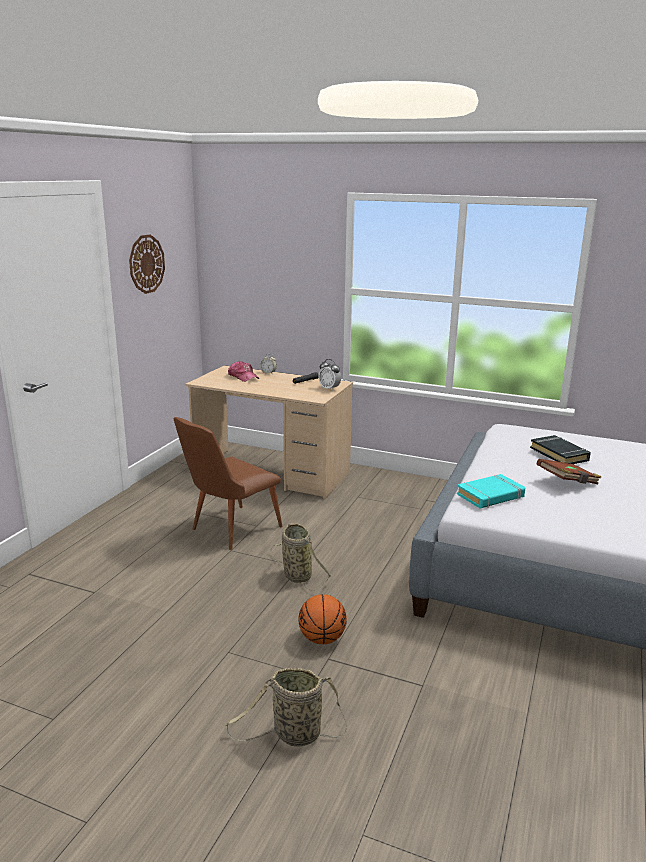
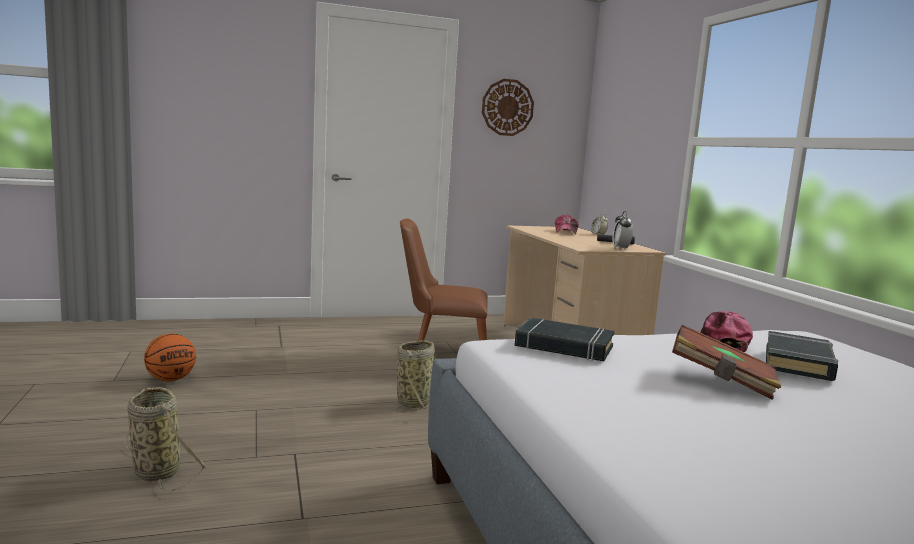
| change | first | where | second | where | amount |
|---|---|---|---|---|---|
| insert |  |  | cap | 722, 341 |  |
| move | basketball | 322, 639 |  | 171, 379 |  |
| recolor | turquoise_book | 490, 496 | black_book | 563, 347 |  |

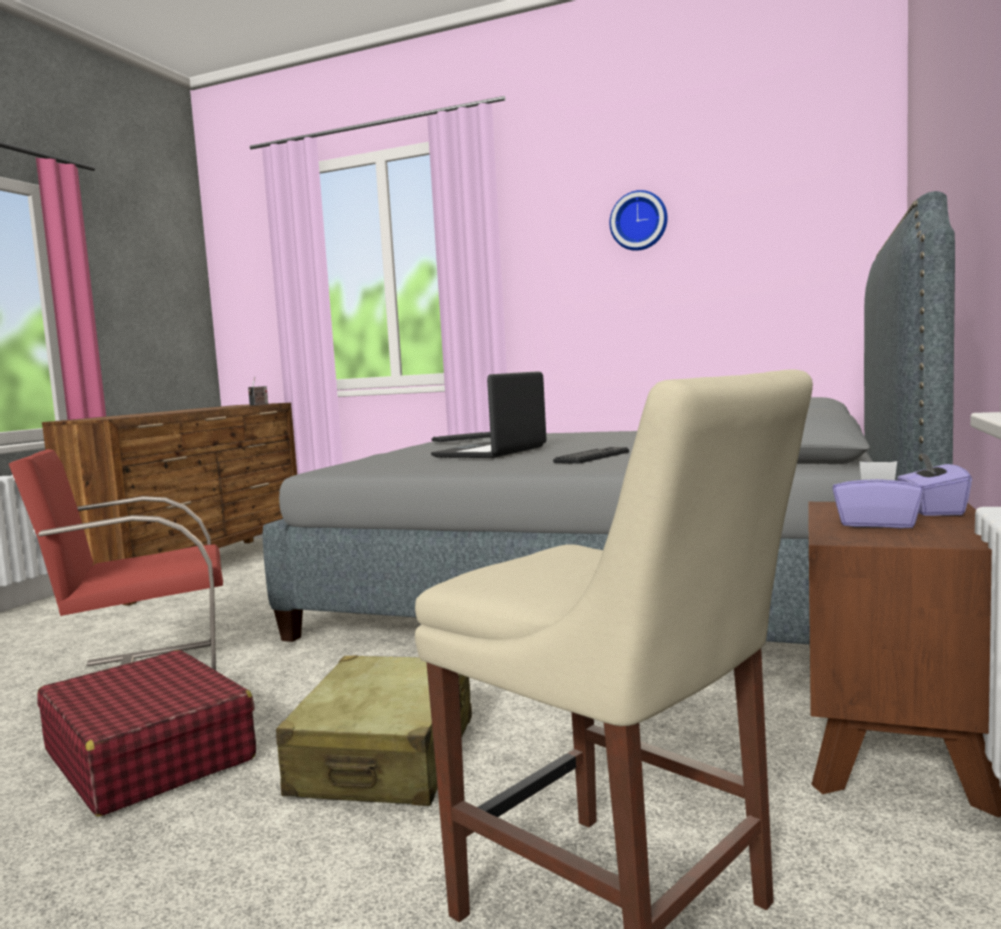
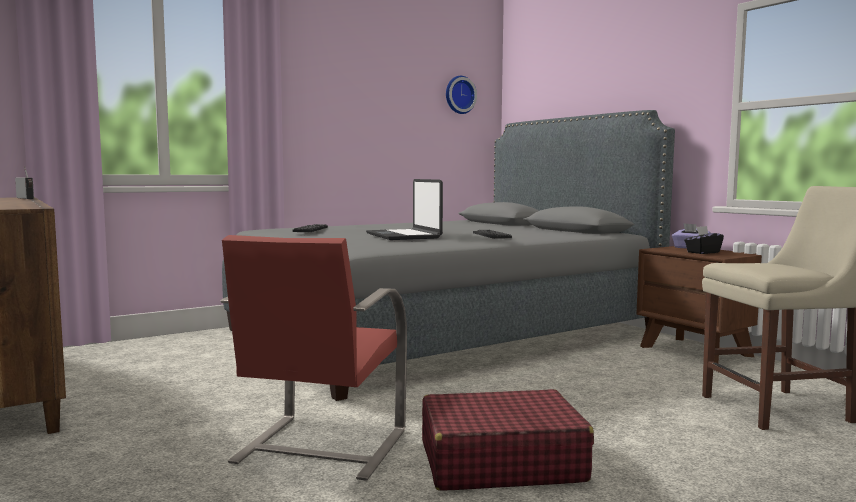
| change | first | where | second | where | amount |
|---|---|---|---|---|---|
| delete | beige_suitcase | 386, 757 |  |  |  |
| move | wall_clock | 639, 221 |  | 459, 95 |  |
| recolor | purple_tissue_box | 877, 524 | black_tissue_box | 702, 252 |  |

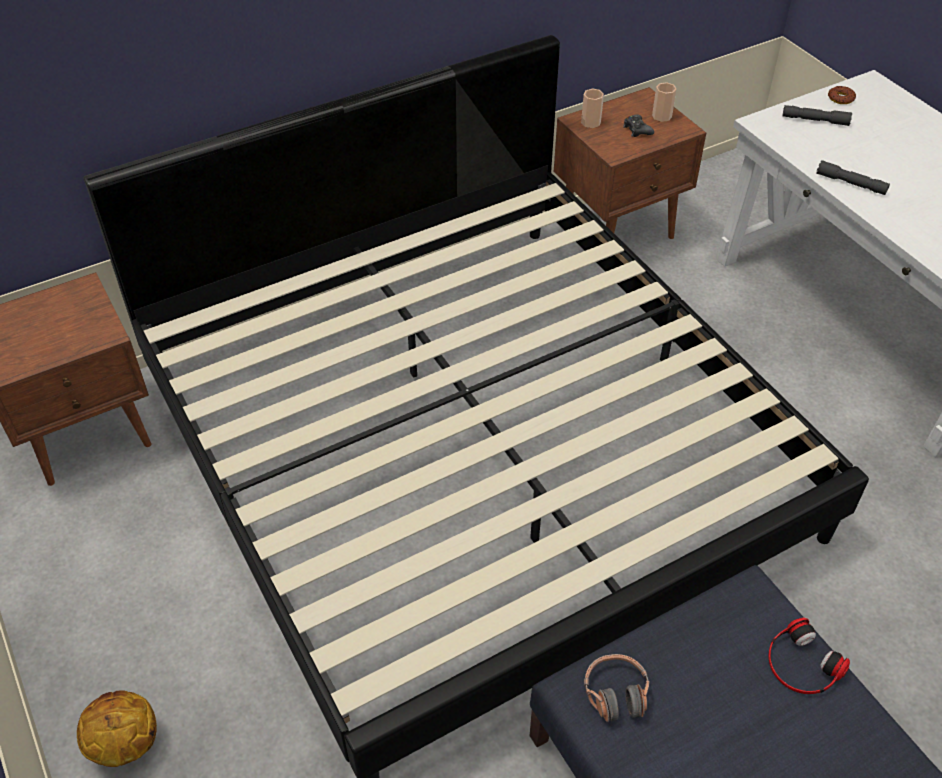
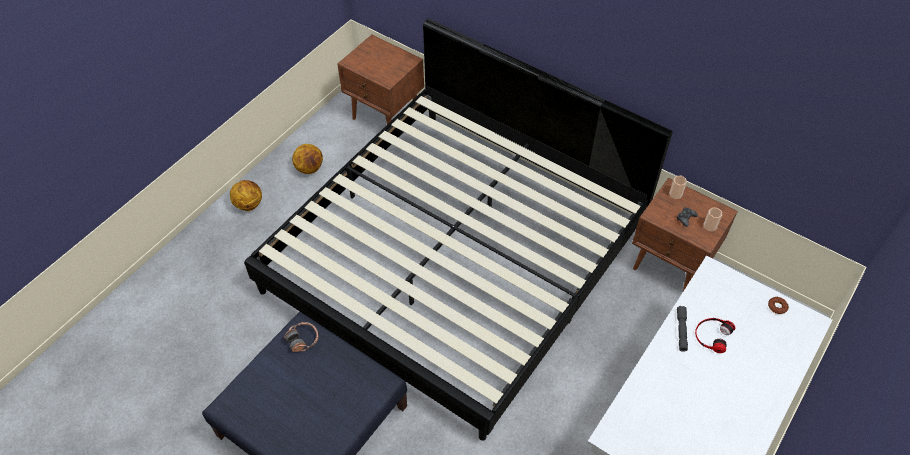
| change | first | where | second | where | amount |
|---|---|---|---|---|---|
| delete | grey_flashlight | 815, 120 |  |  |  |
| insert |  |  | basketball | 310, 168 |  |
| move | headphones | 801, 664 |  | 712, 335 |  |

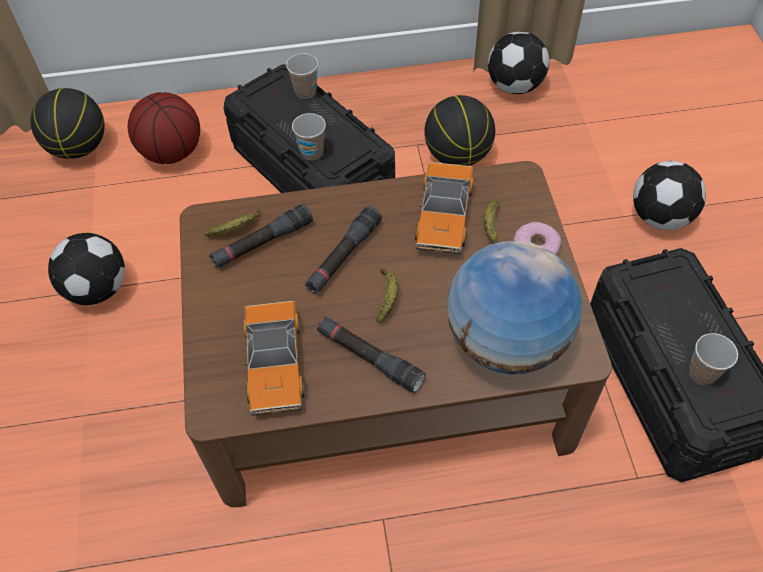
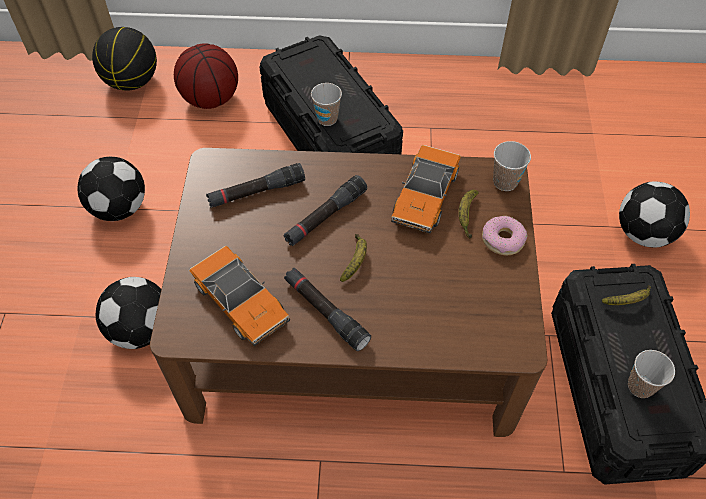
| change | first | where | second | where | amount |
|---|---|---|---|---|---|
| delete | basketball | 458, 155 |  |  |  |
| delete | globe | 505, 341 |  |  |  |
| move | banana | 236, 229 |  | 628, 300 |  |
| move | cup | 305, 91 |  | 505, 182 |  |
| move | football | 515, 85 |  | 142, 329 |  |
| rotate | toy_car | 275, 364 |  | 241, 302 | 45 degrees counterclockwise |

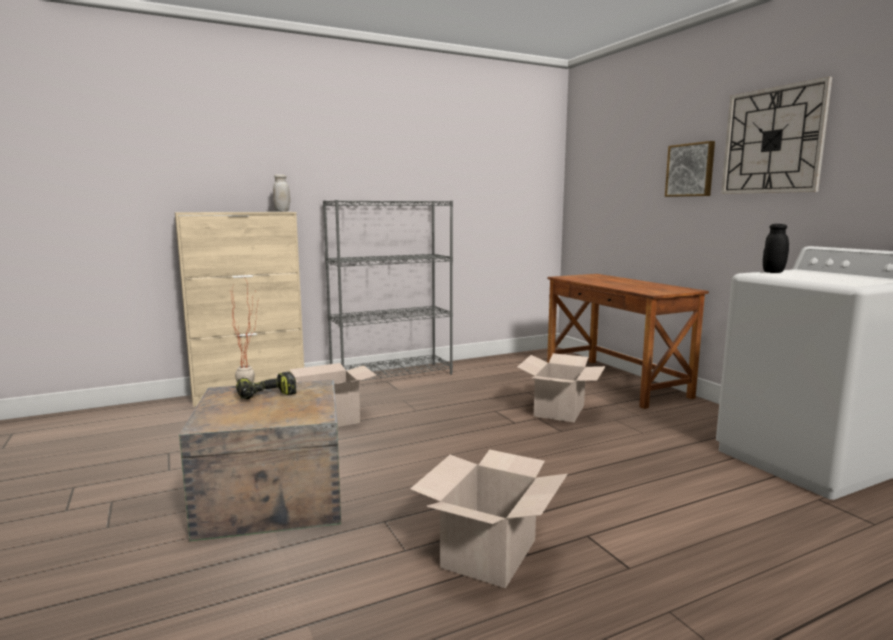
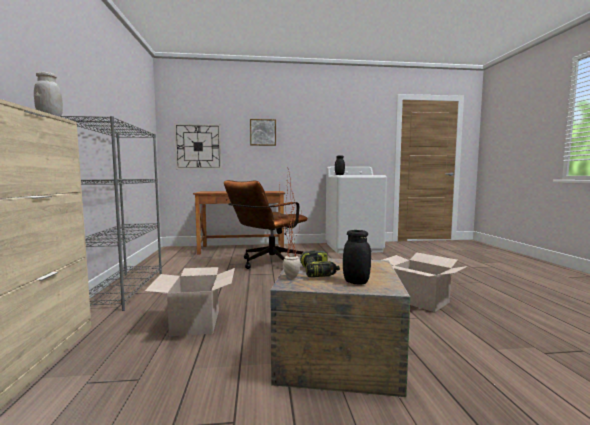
| change | first | where | second | where | amount |
|---|---|---|---|---|---|
| insert |  |  | black_jar | 356, 282 |  |
| move | wall_clock | 773, 141 |  | 198, 146 |  |
| replace | cardboard_box | 559, 410 | brown_office_chair | 267, 263 |  |

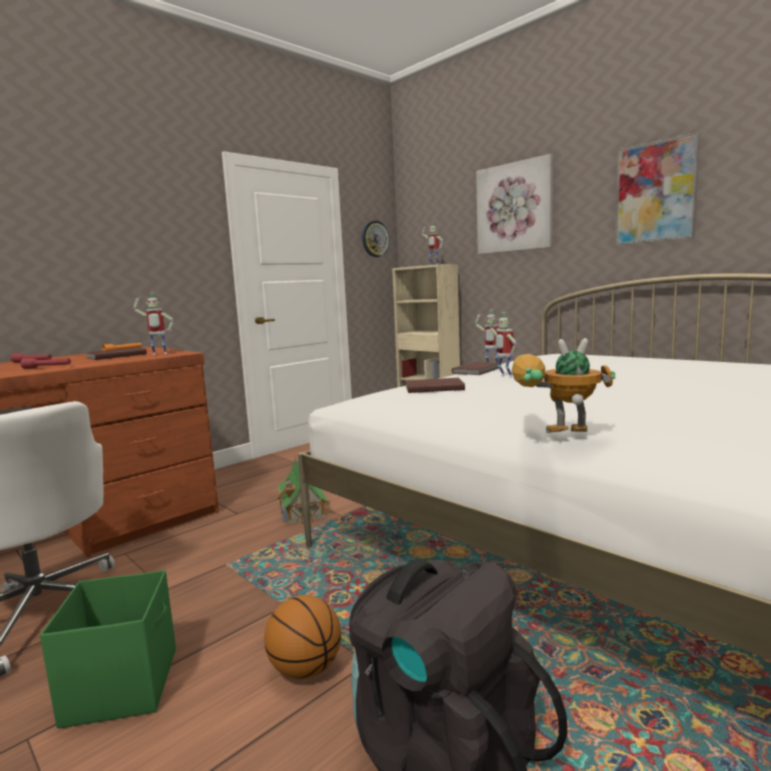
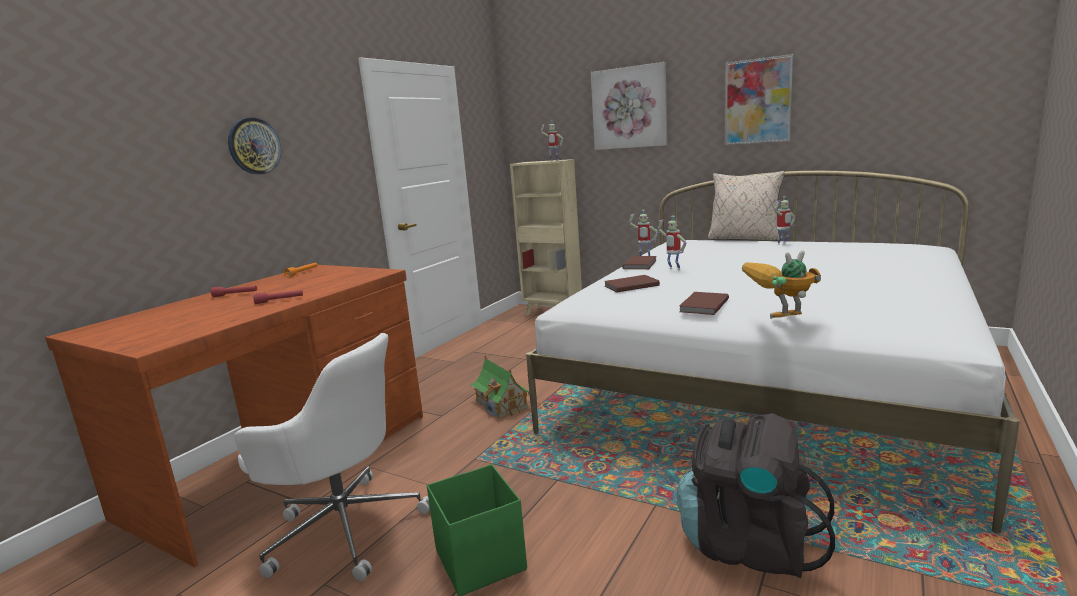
| change | first | where | second | where | amount |
|---|---|---|---|---|---|
| delete | basketball | 305, 669 |  |  |  |
| insert |  |  | beige_pillow | 744, 239 |  |
| move | brown_book | 115, 356 |  | 702, 305 |  |
| move | toy_robot | 159, 354 |  | 782, 244 |  |
| move | wall_clock | 375, 239 |  | 254, 146 |  |

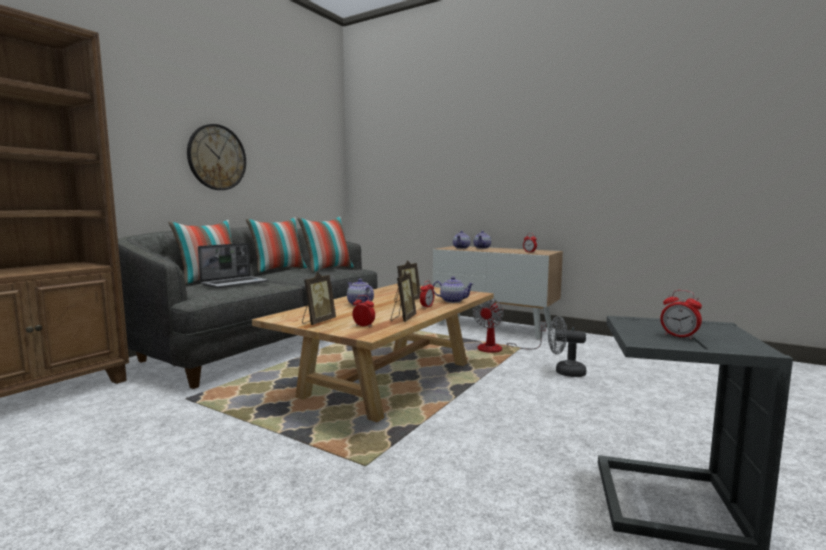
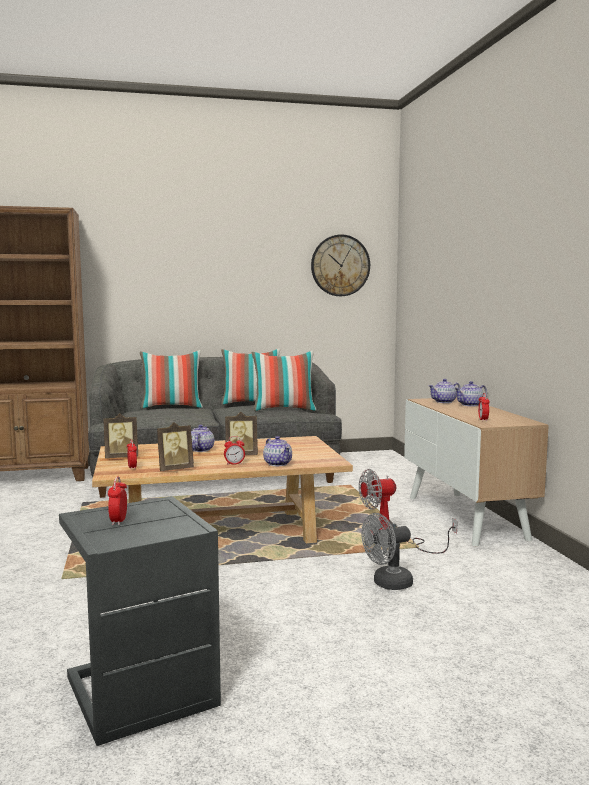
| change | first | where | second | where | amount |
|---|---|---|---|---|---|
| delete | laptop | 235, 283 |  |  |  |
| move | wall_clock | 217, 157 |  | 340, 265 |  |
| rotate | grey_fan | 565, 372 |  | 387, 584 | 90 degrees counterclockwise |

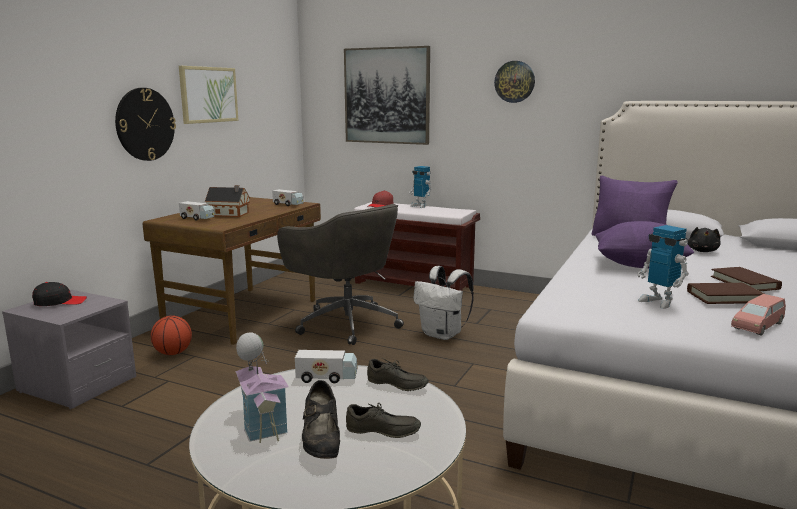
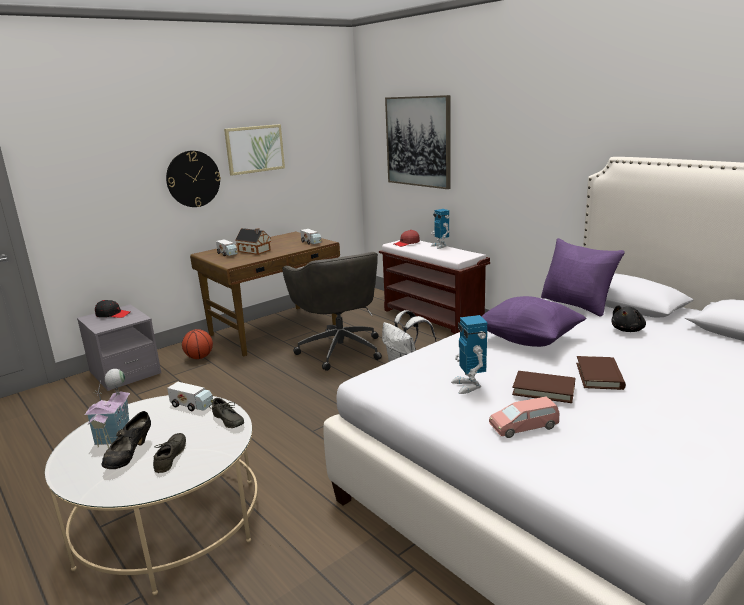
| change | first | where | second | where | amount |
|---|---|---|---|---|---|
| delete | wall_clock | 514, 81 |  |  |  |
| rotate | grey_shoe | 382, 432 |  | 172, 457 | 120 degrees counterclockwise |

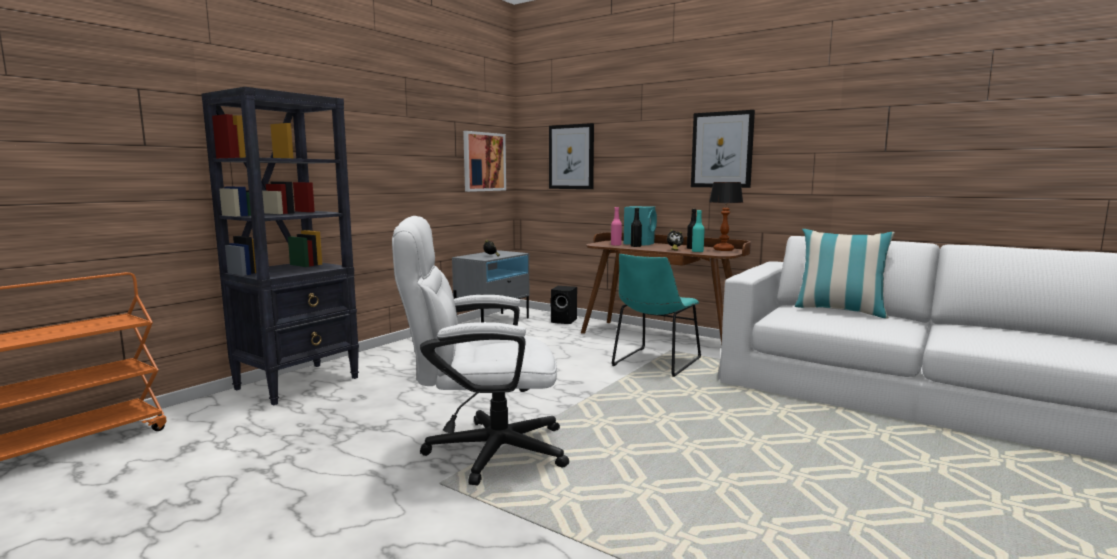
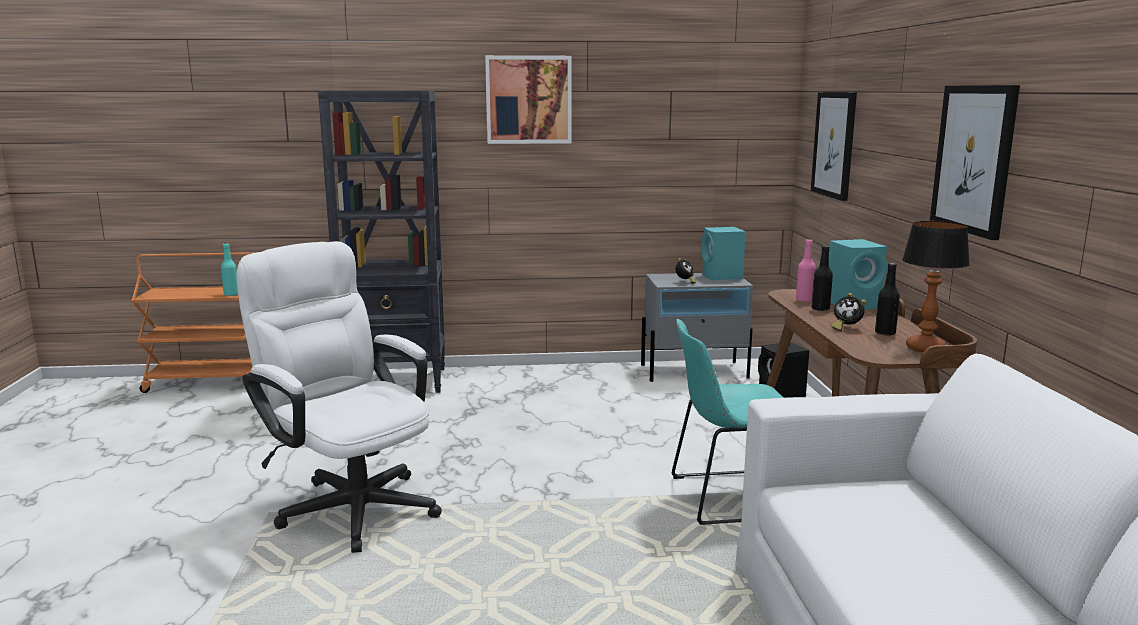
| change | first | where | second | where | amount |
|---|---|---|---|---|---|
| delete | pillow | 840, 310 |  |  |  |
| insert |  |  | turquoise_speaker | 722, 277 |  |
| move | picture | 484, 162 |  | 528, 100 |  |
| move | turquoise_bottle | 697, 251 |  | 231, 294 |  |

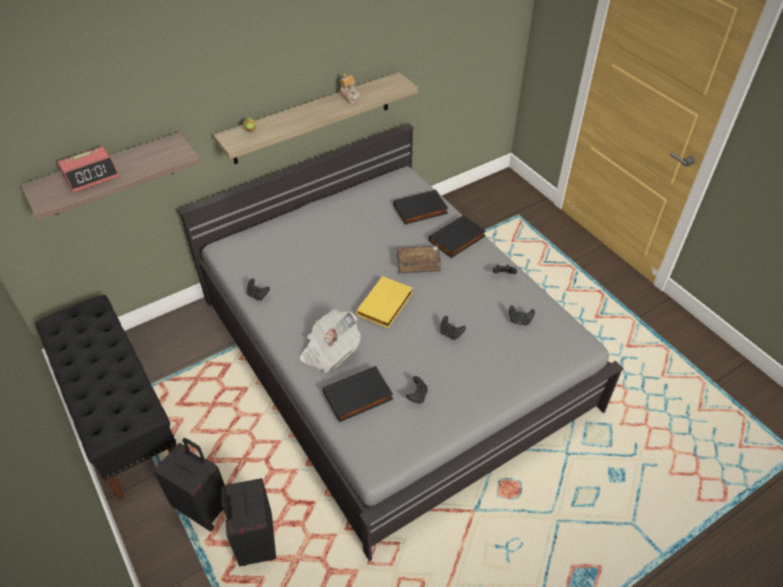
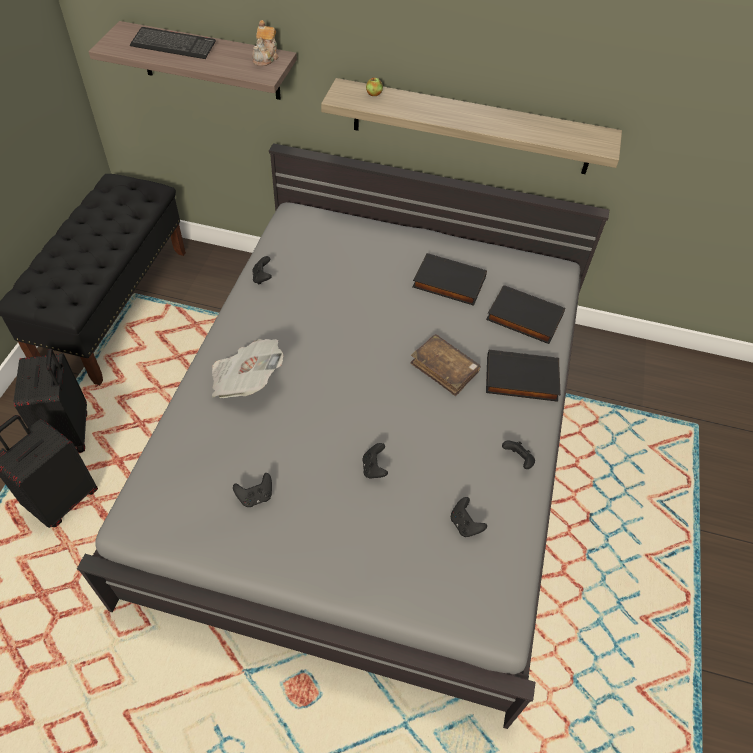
| change | first | where | second | where | amount |
|---|---|---|---|---|---|
| delete | yellow_book | 386, 305 |  |  |  |
| move | black_book | 358, 397 |  | 448, 283 |  |
| move | teapot | 350, 97 |  | 266, 58 |  |
| replace | alarm_clock | 91, 175 | keyboard | 173, 45 |  |

